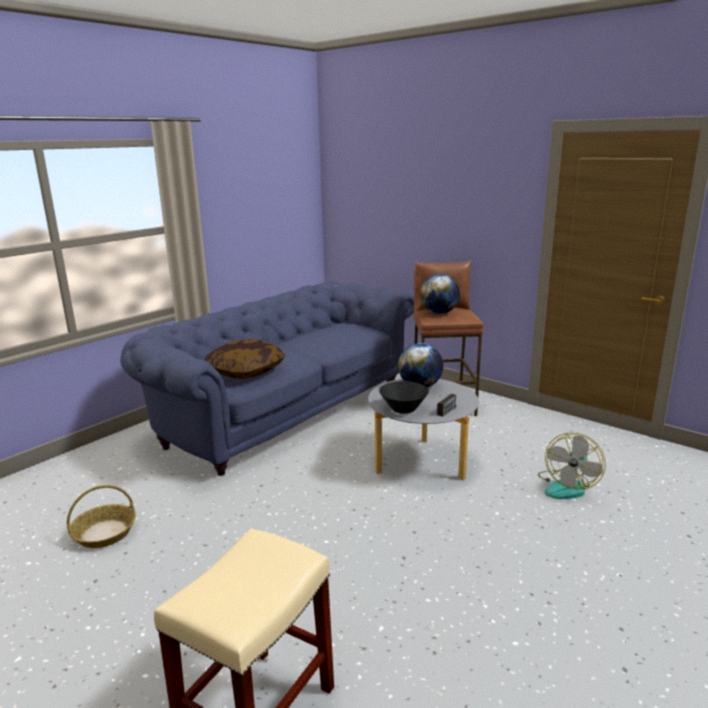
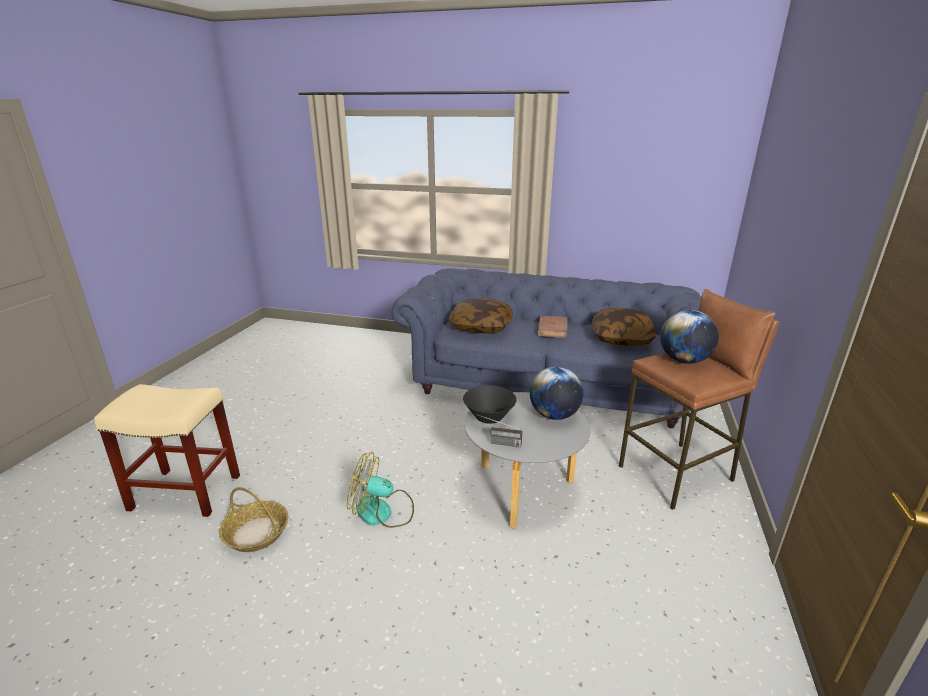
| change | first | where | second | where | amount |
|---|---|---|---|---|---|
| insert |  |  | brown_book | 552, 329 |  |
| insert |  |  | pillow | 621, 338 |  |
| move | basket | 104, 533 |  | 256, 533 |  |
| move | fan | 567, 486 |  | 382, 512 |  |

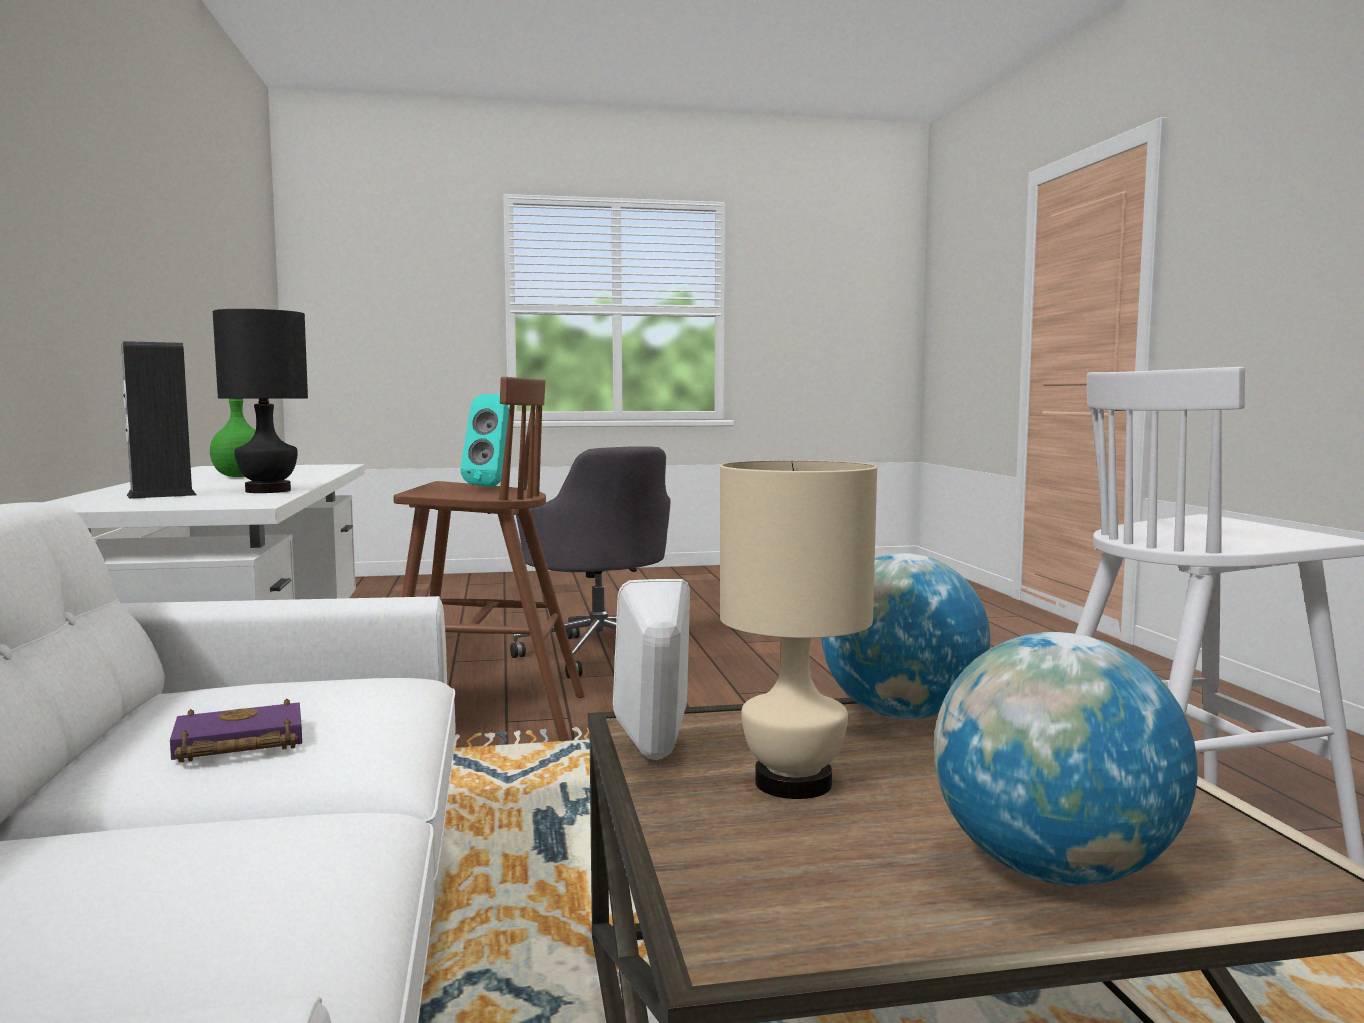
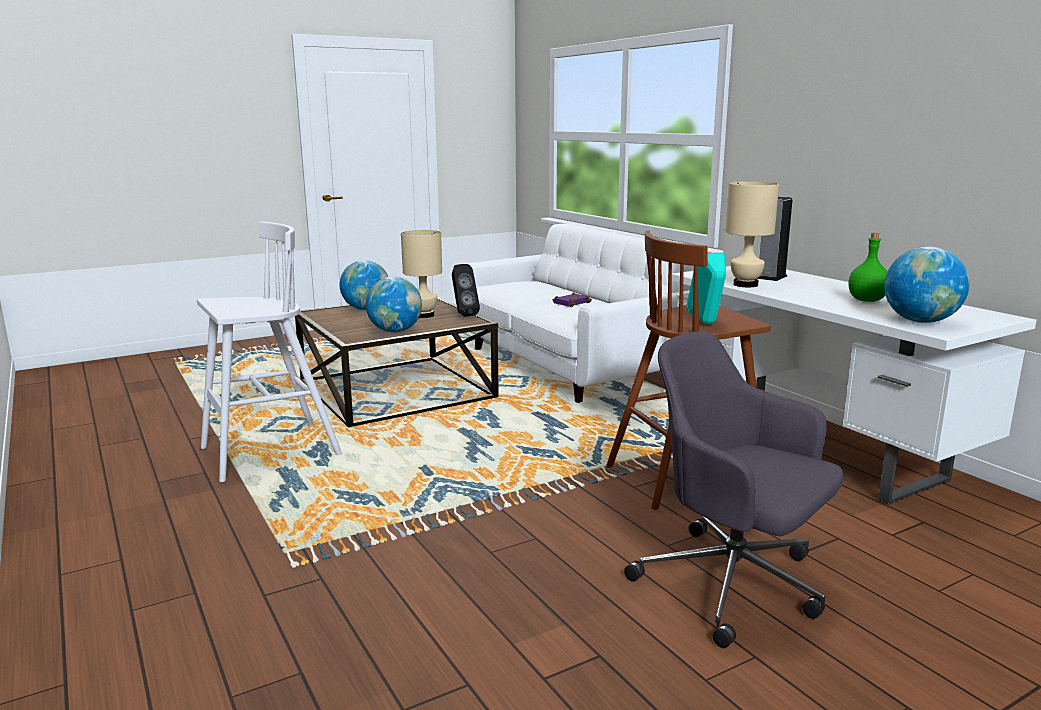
| change | first | where | second | where | amount |
|---|---|---|---|---|---|
| insert |  |  | globe | 920, 321 |  |
| recolor | black_table_lamp | 267, 491 | beige_table_lamp | 745, 284 |  |
| recolor | white_speaker | 655, 759 | black_speaker | 463, 315 |  |

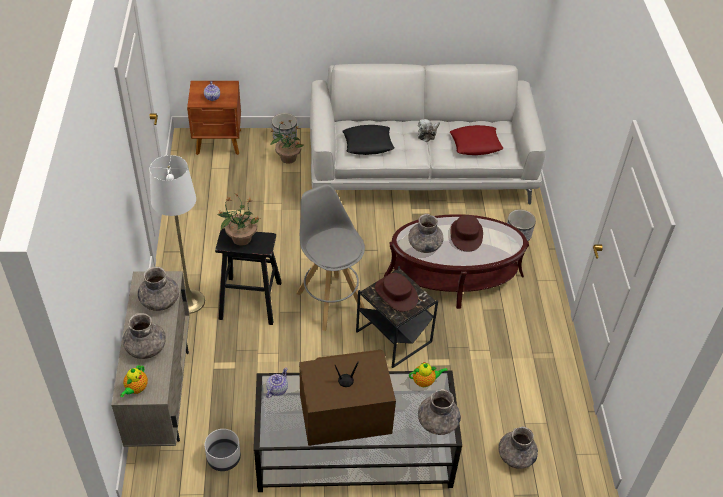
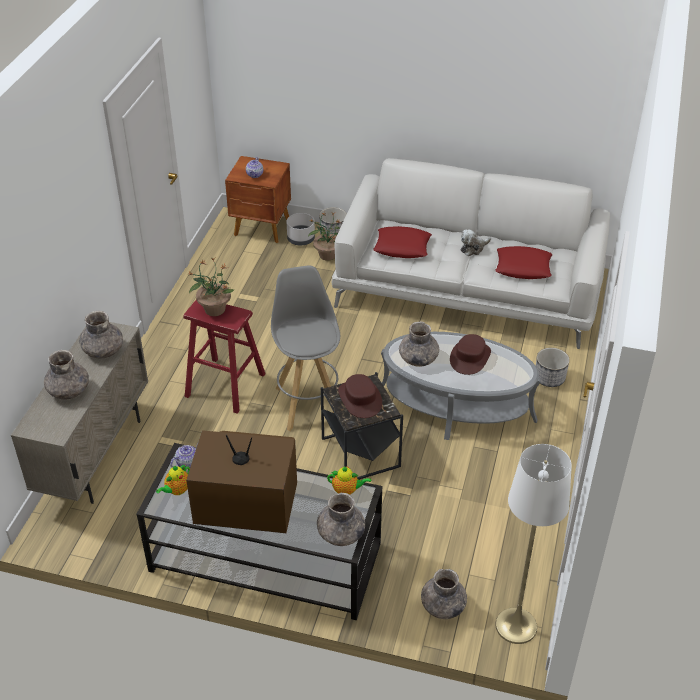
| change | first | where | second | where | amount |
|---|---|---|---|---|---|
| move | teapot | 136, 389 |  | 177, 490 |  |
| move | white_floor_lamp | 189, 301 |  | 516, 626 |  |
| move | grey_planter | 223, 458 |  | 300, 239 |  |
| recolor | black_stool | 250, 300 | red_stool | 225, 385 |  |
| recolor | black_pillow | 368, 143 | red_pillow | 402, 247 |  |
| recolor | brown_coffee_table | 453, 276 | grey_coffee_table | 456, 405 |  |

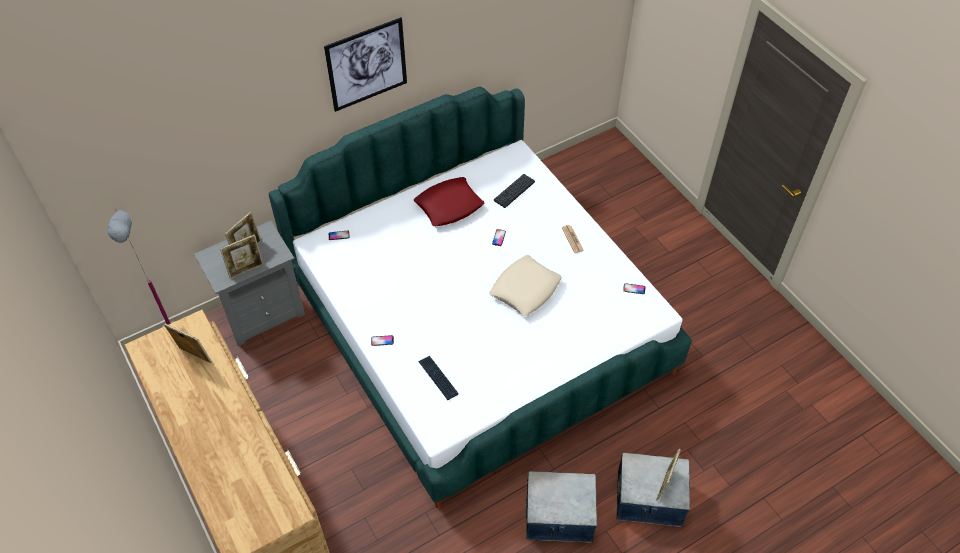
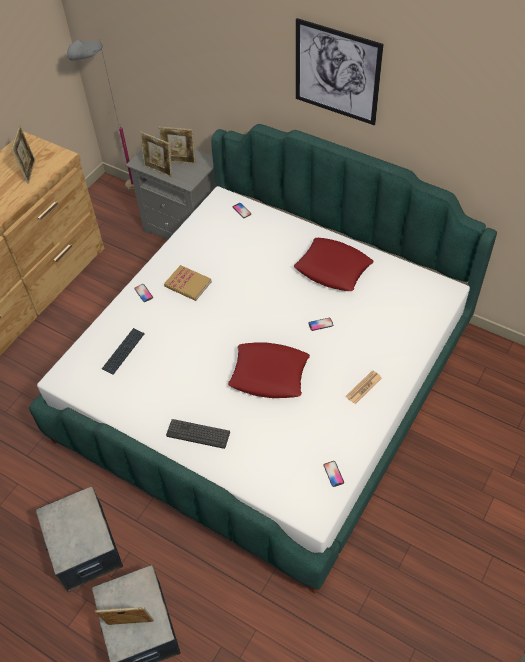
| change | first | where | second | where | amount |
|---|---|---|---|---|---|
| insert |  |  | book | 188, 284 |  |
| move | keyboard | 514, 191 |  | 198, 434 |  |
| recolor | beige_pillow | 525, 289 | red_pillow | 269, 374 |  |

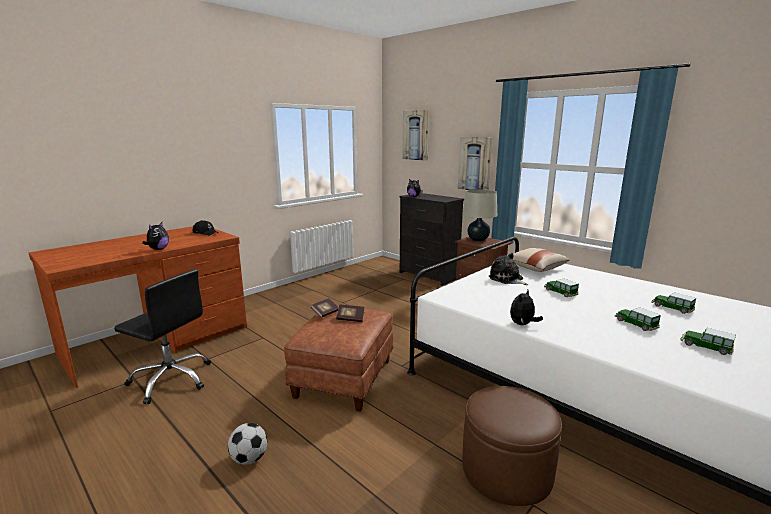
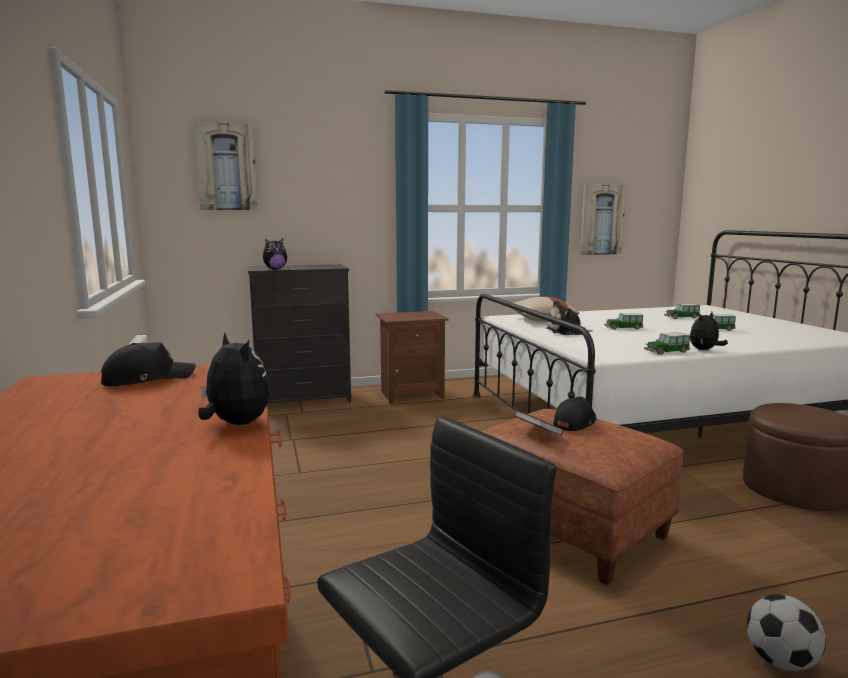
| change | first | where | second | where | amount |
|---|---|---|---|---|---|
| delete | beige_table_lamp | 478, 240 |  |  |  |
| move | picture | 475, 164 |  | 601, 220 |  |
| move | toy_car | 705, 347 |  | 666, 352 |  |
| replace | book | 350, 319 | black_cap | 574, 422 |  |
| rotate | plush_toy | 522, 324 |  | 704, 350 | 75 degrees clockwise |

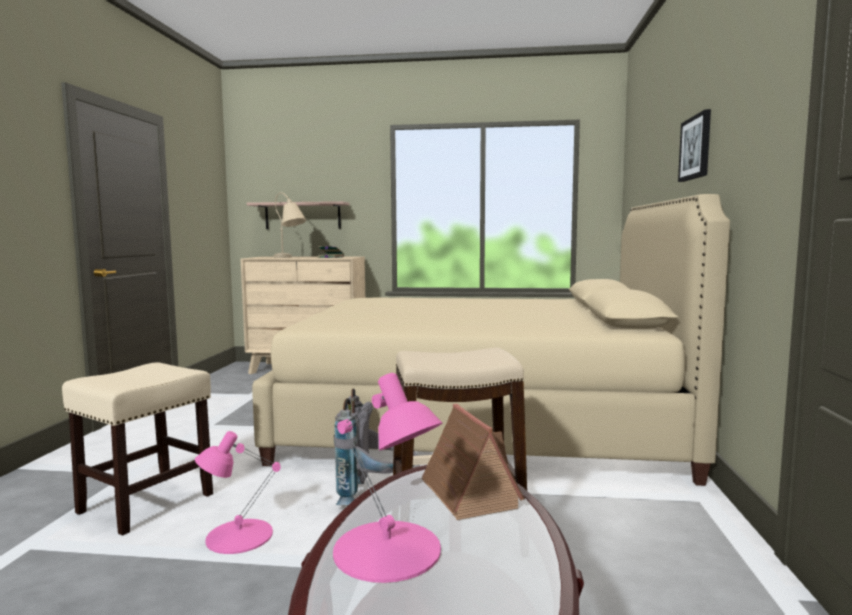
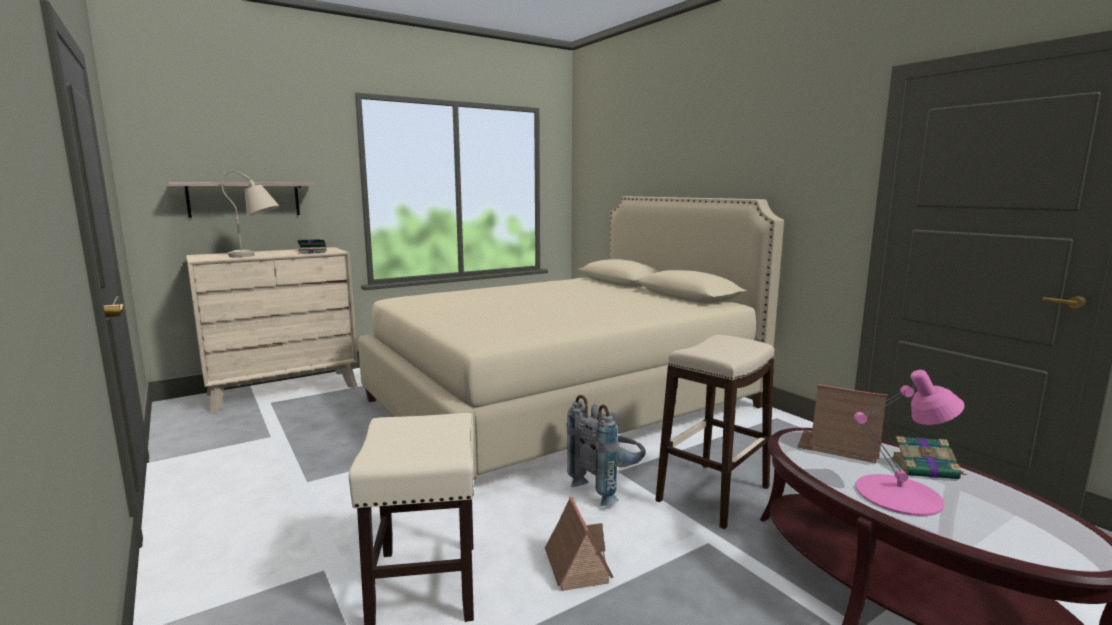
| change | first | where | second | where | amount |
|---|---|---|---|---|---|
| delete | picture | 696, 147 |  |  |  |
| insert |  |  | book | 926, 469 |  |
| replace | pink_table_lamp | 238, 536 | toy_house | 576, 565 |  |

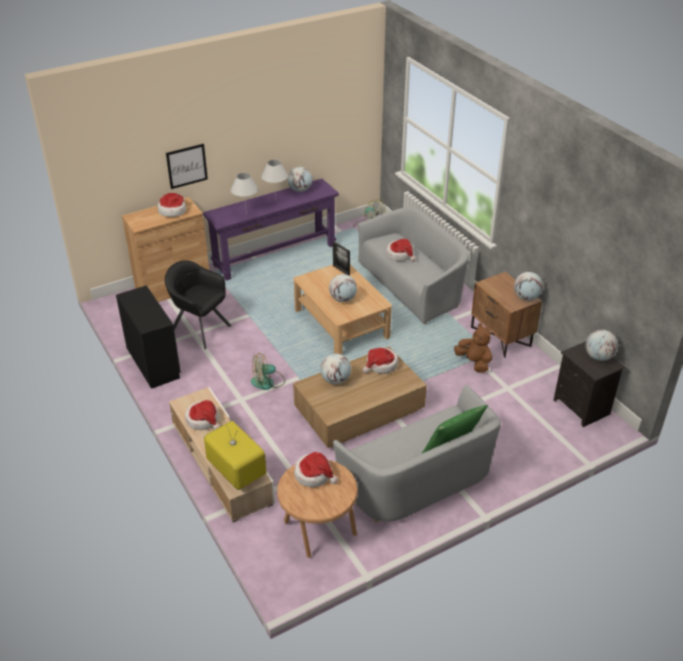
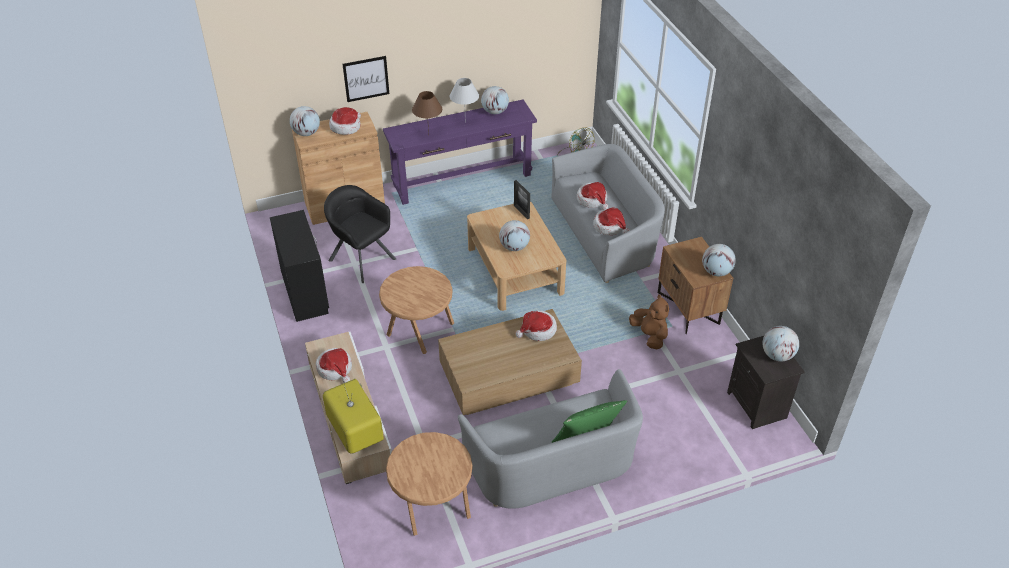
| change | first | where | second | where | amount |
|---|---|---|---|---|---|
| move | hat | 314, 475 |  | 609, 226 |  |
| move | globe | 335, 380 |  | 306, 133 |  |
| replace | fan | 268, 382 | brown_side_table | 419, 330 |  |
| recolor | white_table_lamp | 246, 214 | brown_table_lamp | 428, 135 |  |

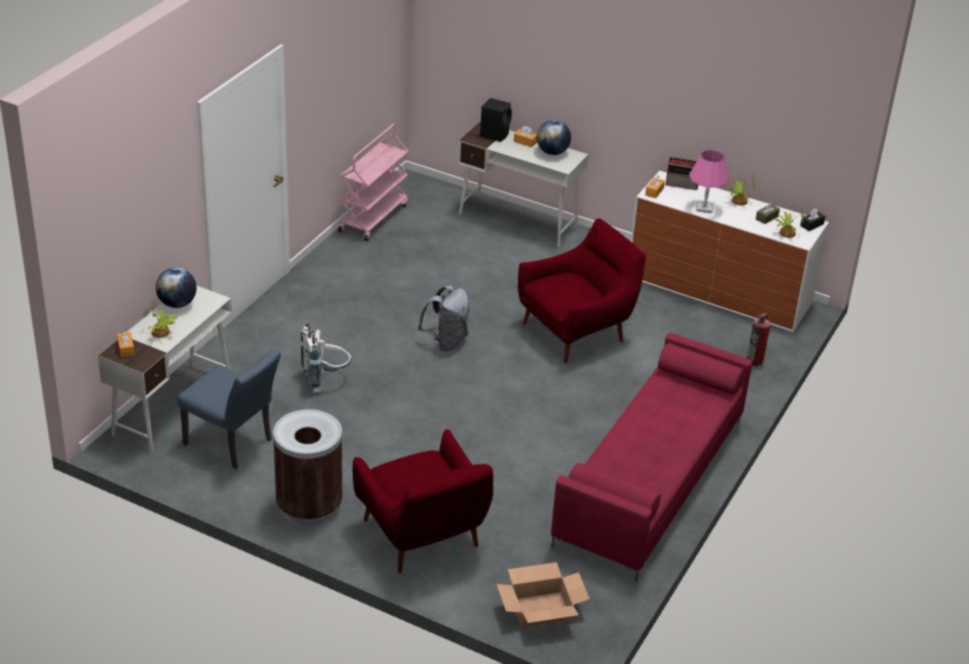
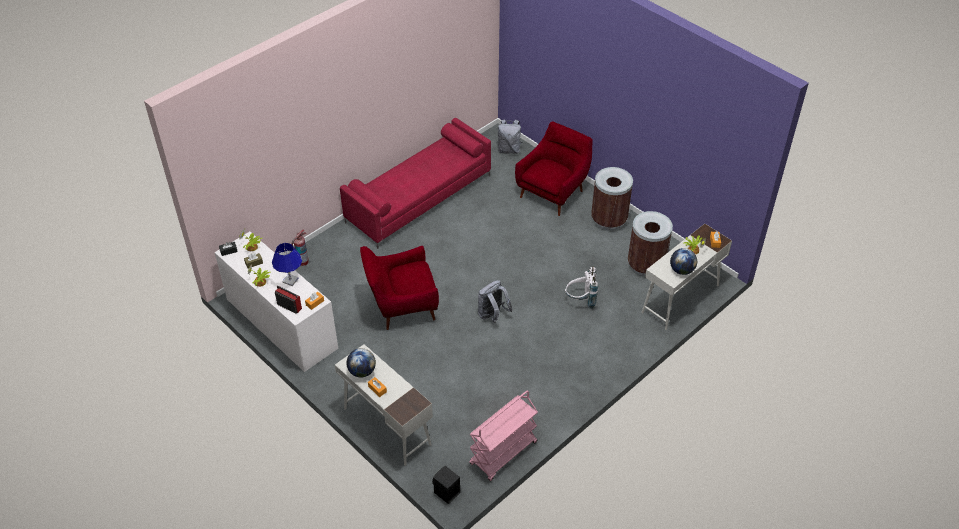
| change | first | where | second | where | amount |
|---|---|---|---|---|---|
| move | black_speaker | 495, 134 |  | 446, 493 |  |
| replace | blue_chair | 233, 444 | brown_trash_can | 645, 265 |  |
| replace | cardboard_box | 540, 609 | grey_backpack | 509, 149 |  |
| recolor | pink_table_lamp | 704, 208 | blue_table_lamp | 290, 280 |  |
| rotate | red_armchair | 423, 538 |  | 553, 192 | 45 degrees clockwise |

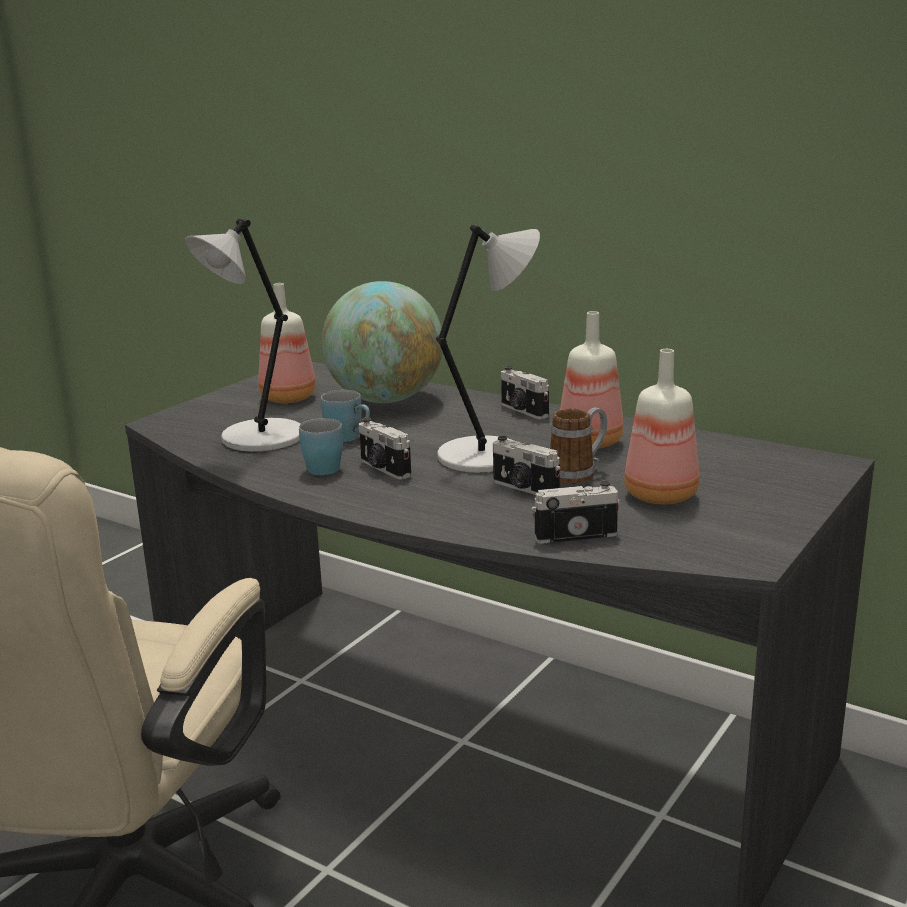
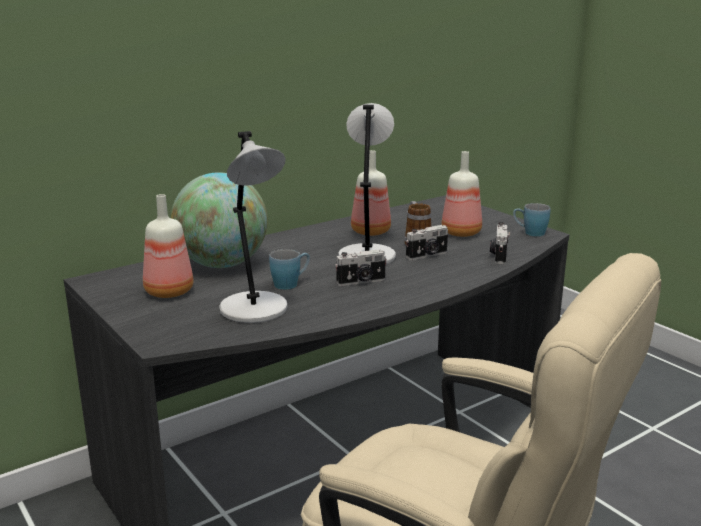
| change | first | where | second | where | amount |
|---|---|---|---|---|---|
| delete | photo_camera | 523, 411 |  |  |  |
| move | blue_mug | 322, 466 |  | 529, 233 |  |

